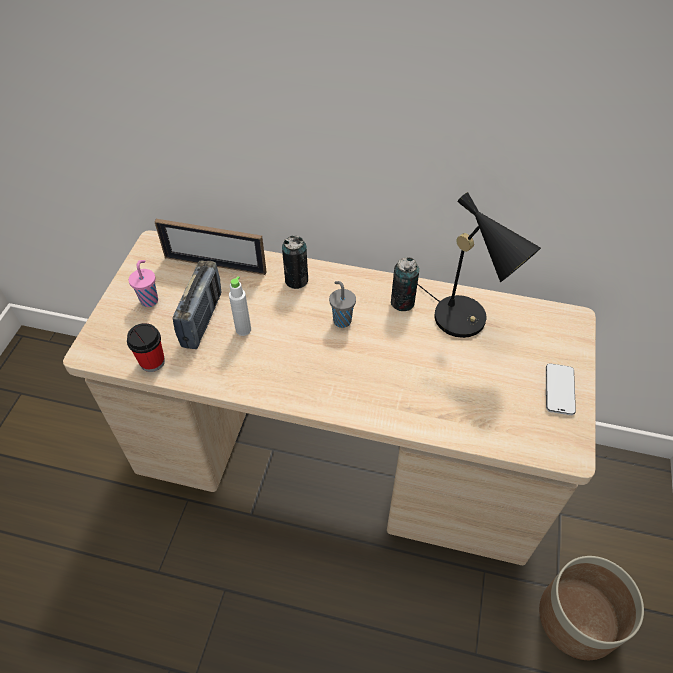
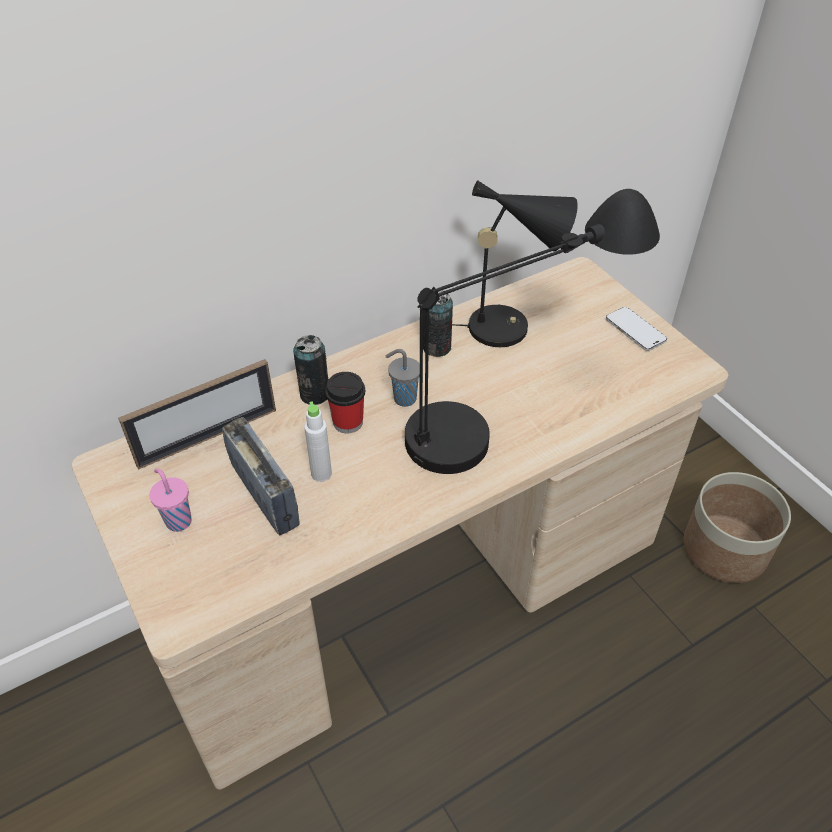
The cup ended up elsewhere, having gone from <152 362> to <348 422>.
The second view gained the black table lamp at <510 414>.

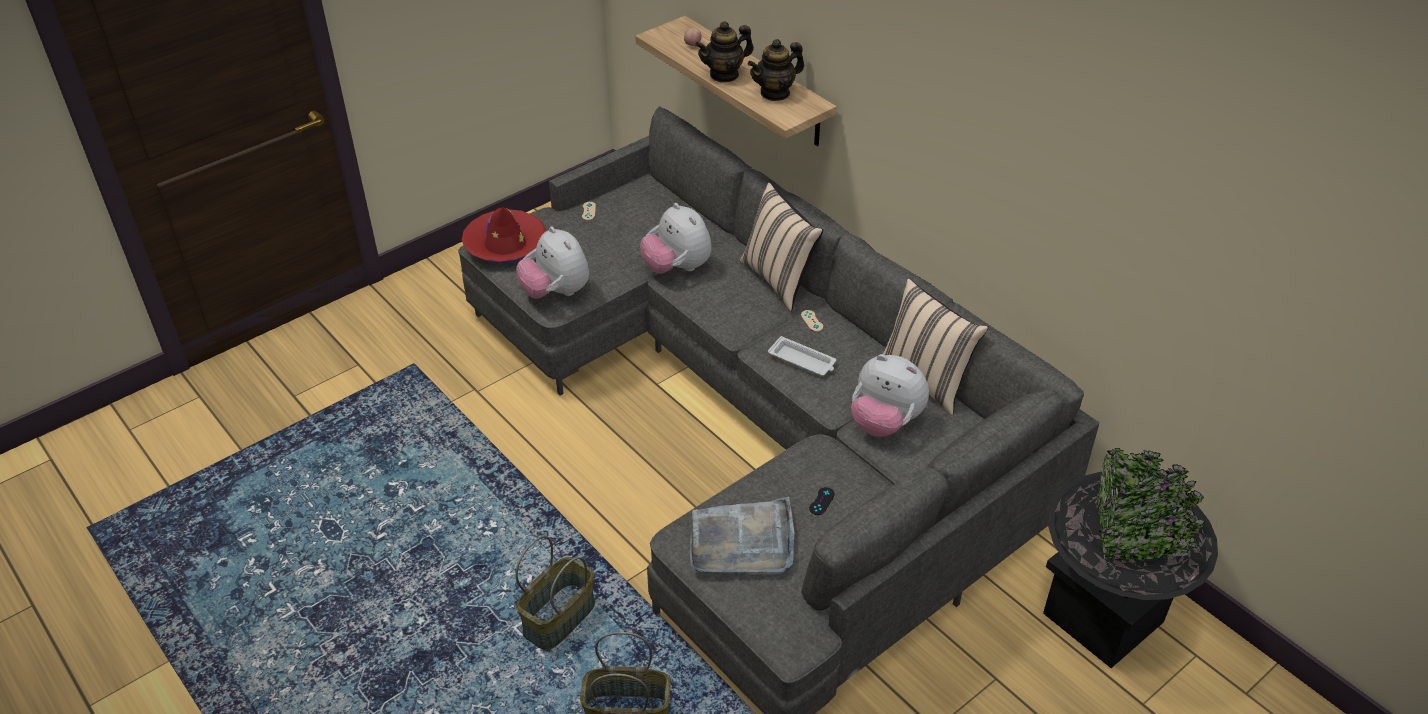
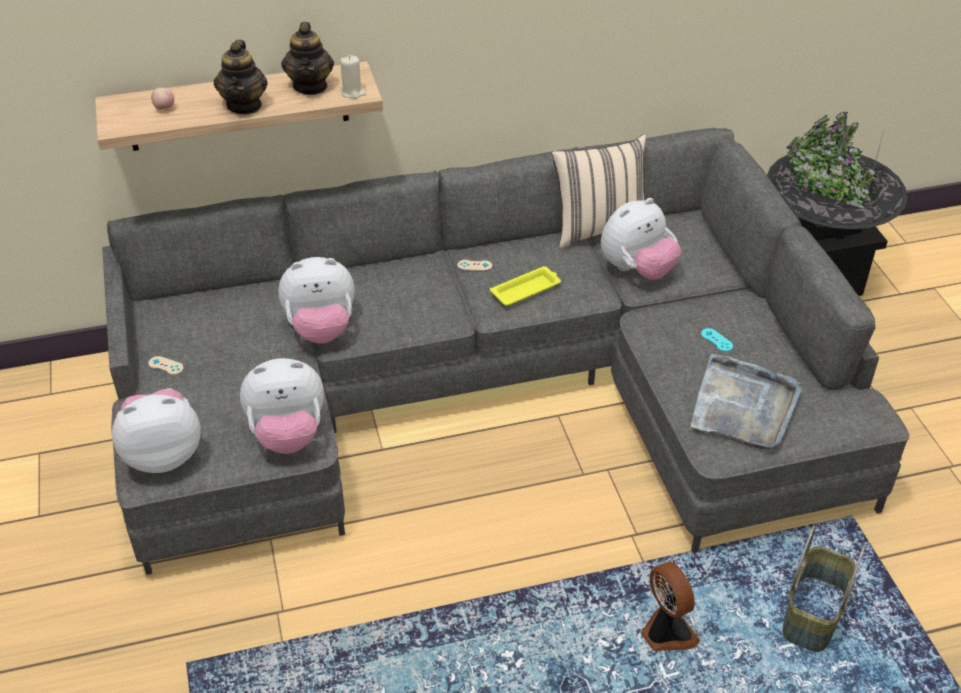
Where the red hat stood at <505 244>, the plush toy came to stand at <163 454>.
Where the basket stood at <558 617>, the fan came to stand at <666 633>.
The second view lost the beige pillow at <779 280>.
What was the white tray at <803 361> turned into the yellow tray at <526 289>.
What was the black game controller at <821 501> turned into the turquoise game controller at <716 340>.
The second view gained the beige candle at <352 92>.

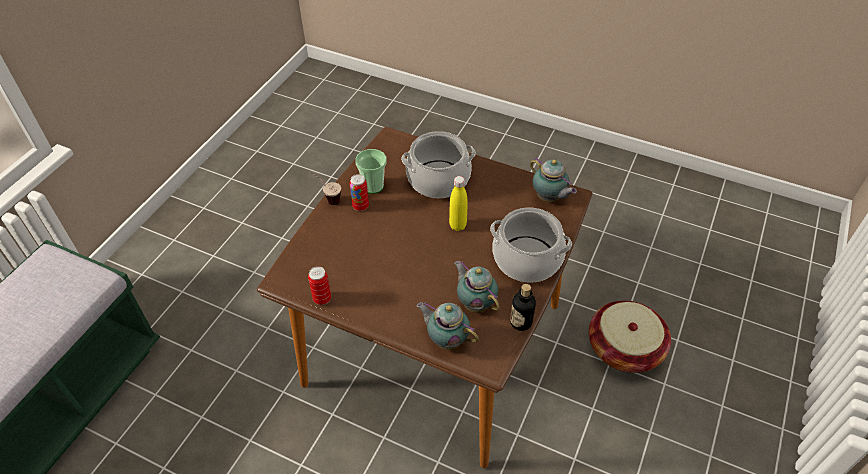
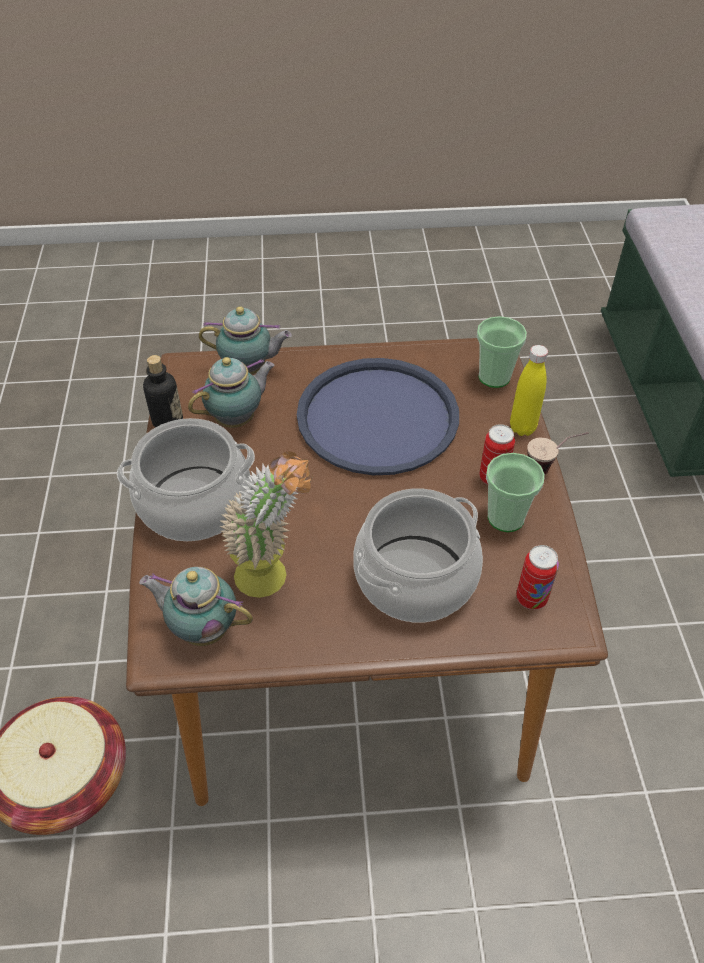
The can ended up elsewhere, having gone from <322 298> to <531 598>.
The yellow bottle ended up elsewhere, having gone from <457 225> to <522 428>.
The teapot at <475 303> ended up facing another way, 60 degrees counterclockwise from before.
The second view gained the potted plant at <274 579>.
The second view gained the blue tray at <378 417>.
The second view gained the cup at <494 377>.

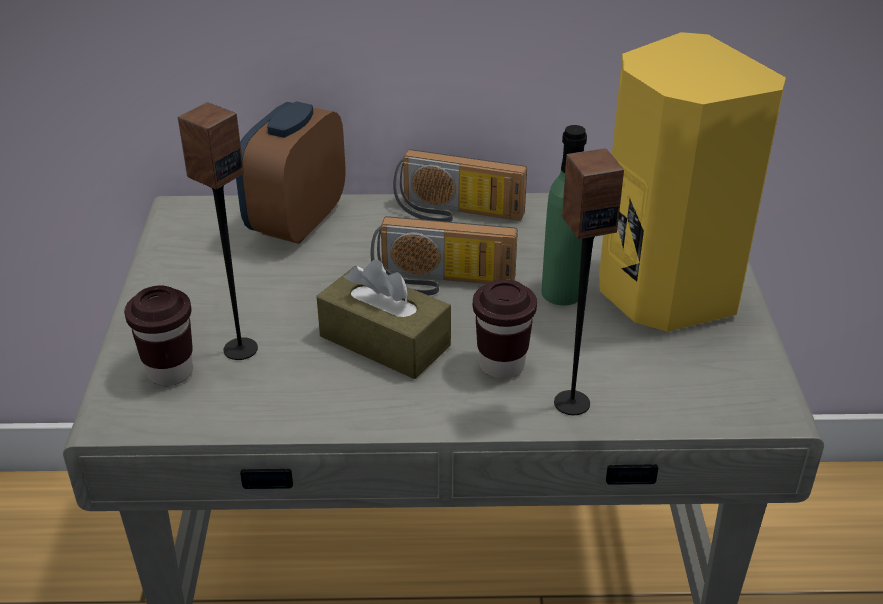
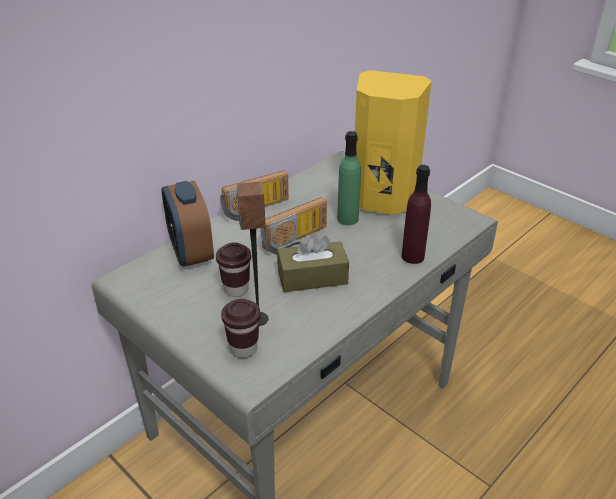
The brown cup ended up elsewhere, having gone from <502 365> to <236 289>.
Where the speaker stood at <571 402>, the purple bottle came to stand at <412 256>.

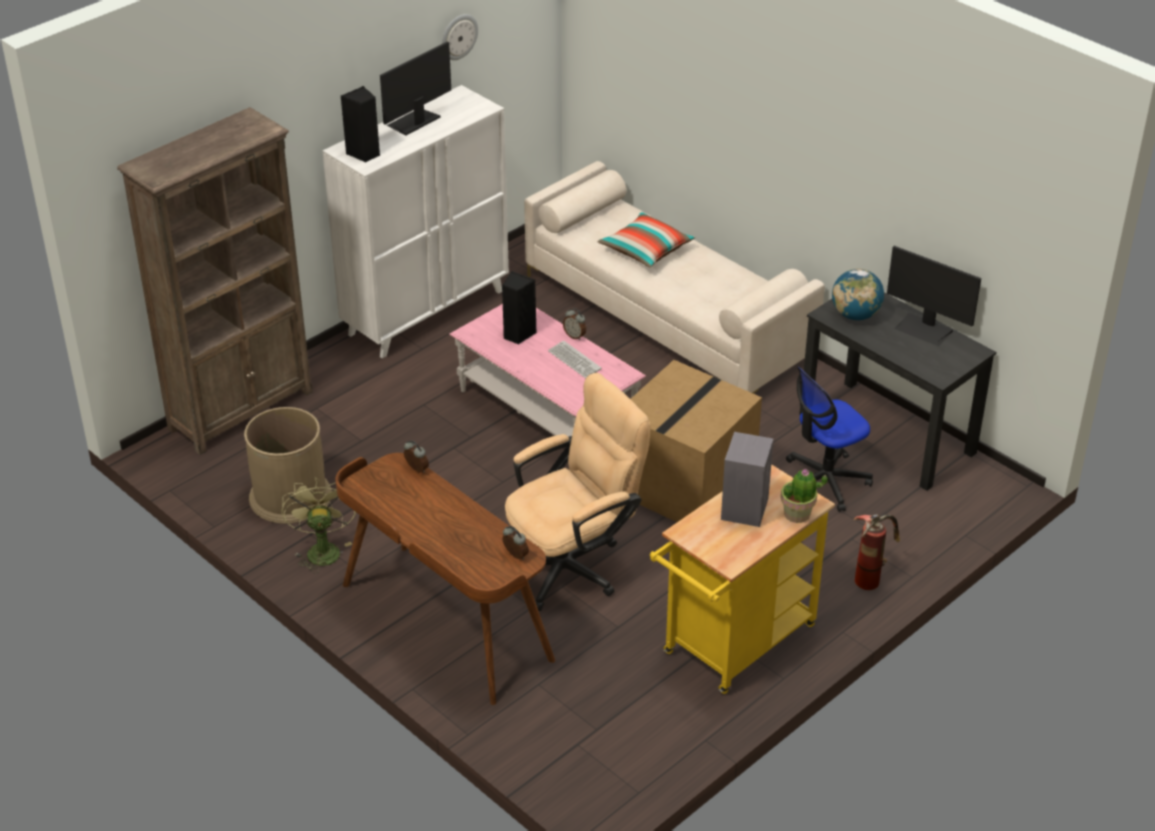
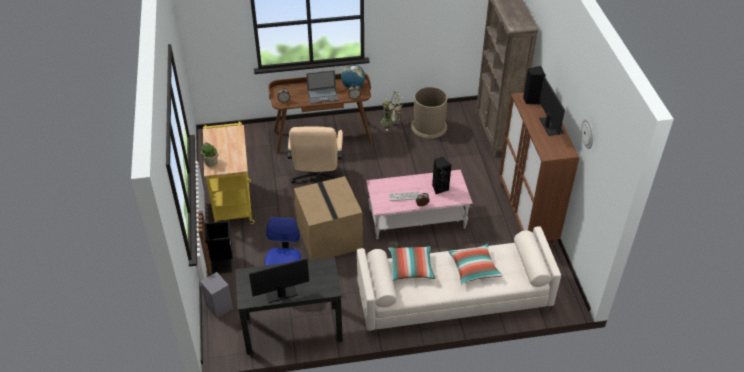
What was the white cabinet at <426 312> turned into the brown cabinet at <527 214>.
The grey speaker ended up elsewhere, having gone from <745 508> to <219 307>.
The globe ended up elsewhere, having gone from <855 315> to <353 86>.
Where the fire extinguisher stood at <871 575>, the black trash can came to stand at <221 262>.
The second view gained the laptop at <323 95>.
The second view gained the pillow at <411 268>.

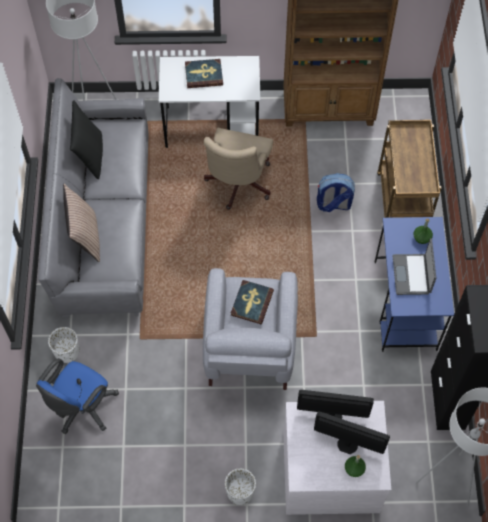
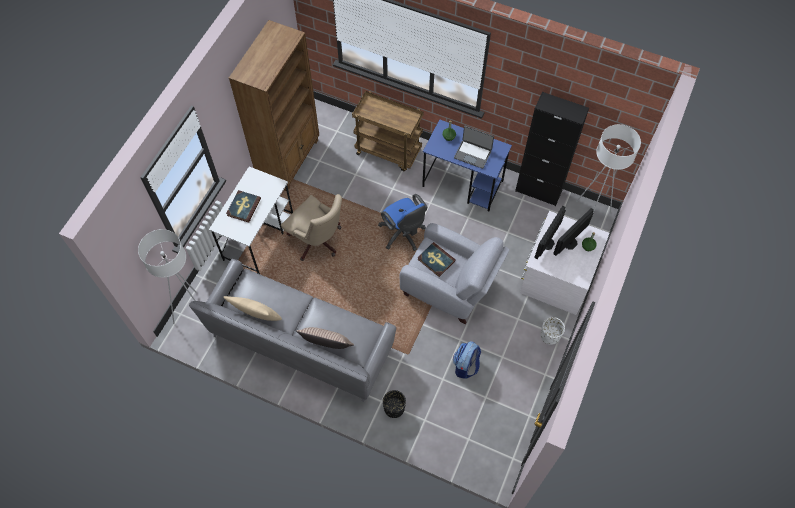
The blue office chair ended up elsewhere, having gone from <82 408> to <403 235>.
What was the white planter at <66 351> turned into the black planter at <394 408>.
What was the black pillow at <90 155> turned into the beige pillow at <257 316>.
The backpack ended up elsewhere, having gone from <333 204> to <465 366>.

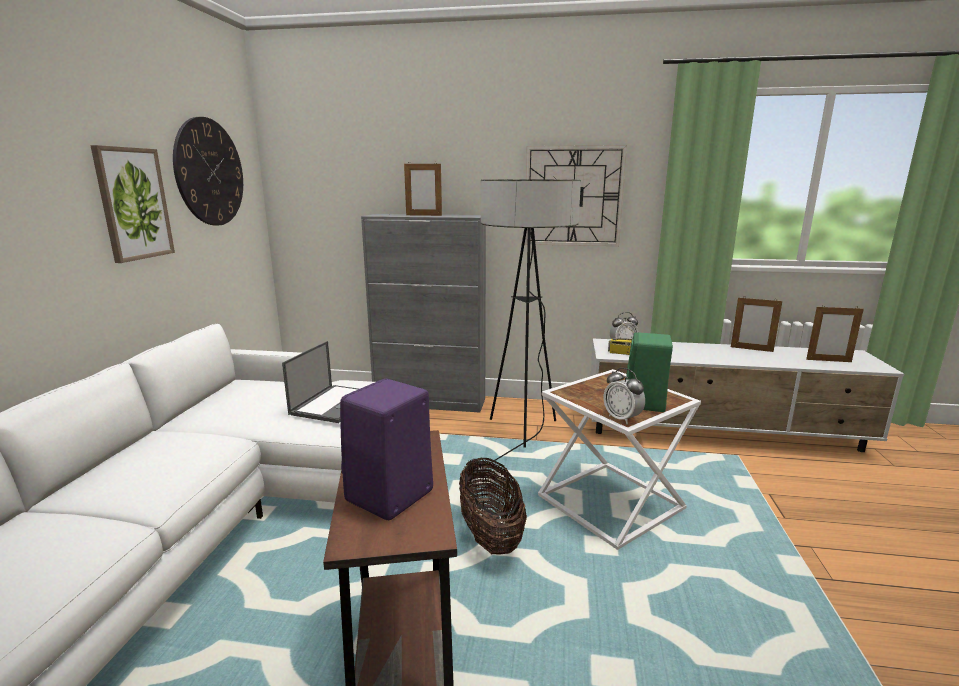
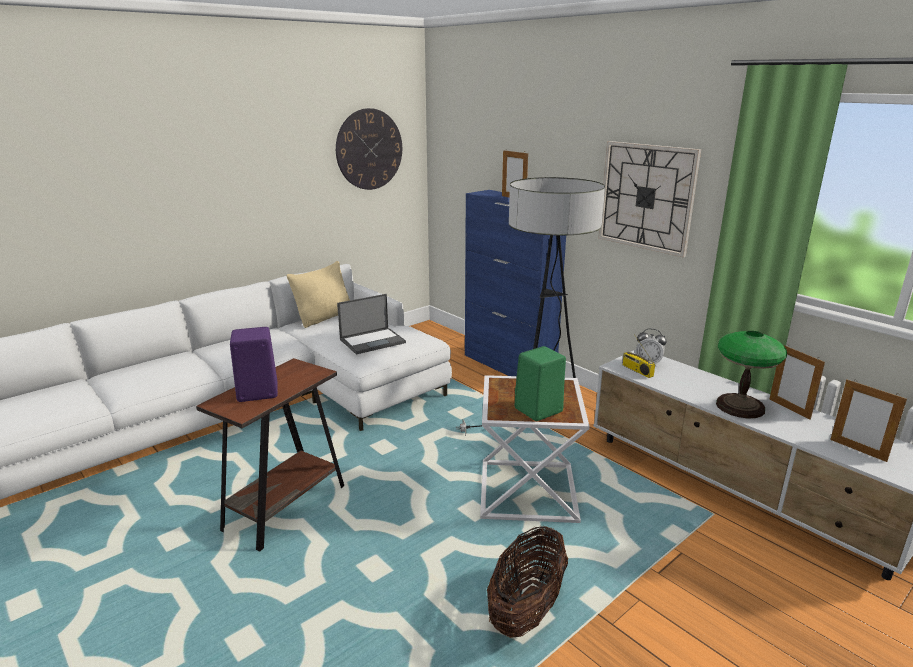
The second view lost the picture at <133 204>.
What was the grey cabinet at <430 402> turned into the blue cabinet at <509 366>.
The basket ended up elsewhere, having gone from <490 534> to <526 609>.
The second view lost the alarm clock at <622 418>.
The second view gained the beige pillow at <324 318>.
The second view gained the table lamp at <739 406>.

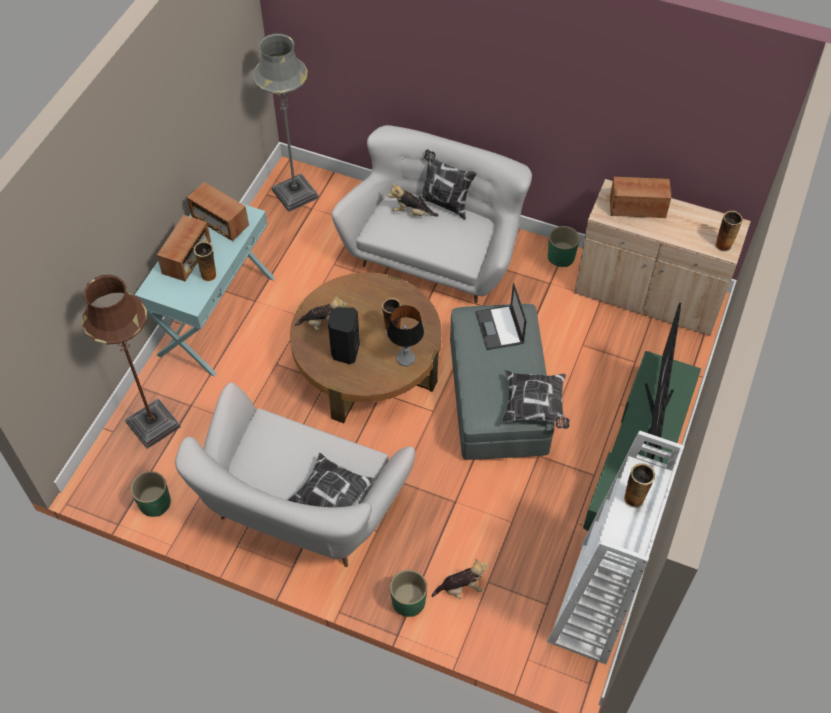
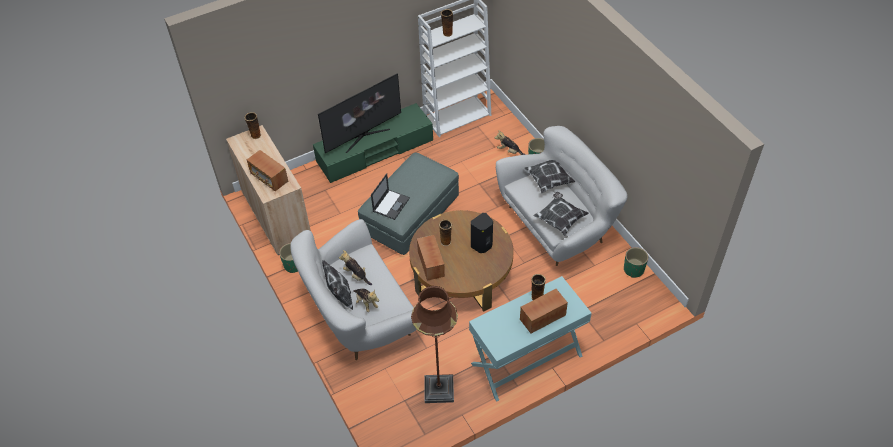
The brown floor lamp ended up elsewhere, having gone from <153 424> to <439 389>.
The radio ended up elsewhere, having gone from <220 222> to <431 264>.
The second view lost the grey floor lamp at <295 194>.
The plush toy ended up elsewhere, having gone from <323 325> to <356 275>.
The second view lost the table lamp at <405 358>.
The pillow ended up elsewhere, having gone from <535 407> to <560 219>.

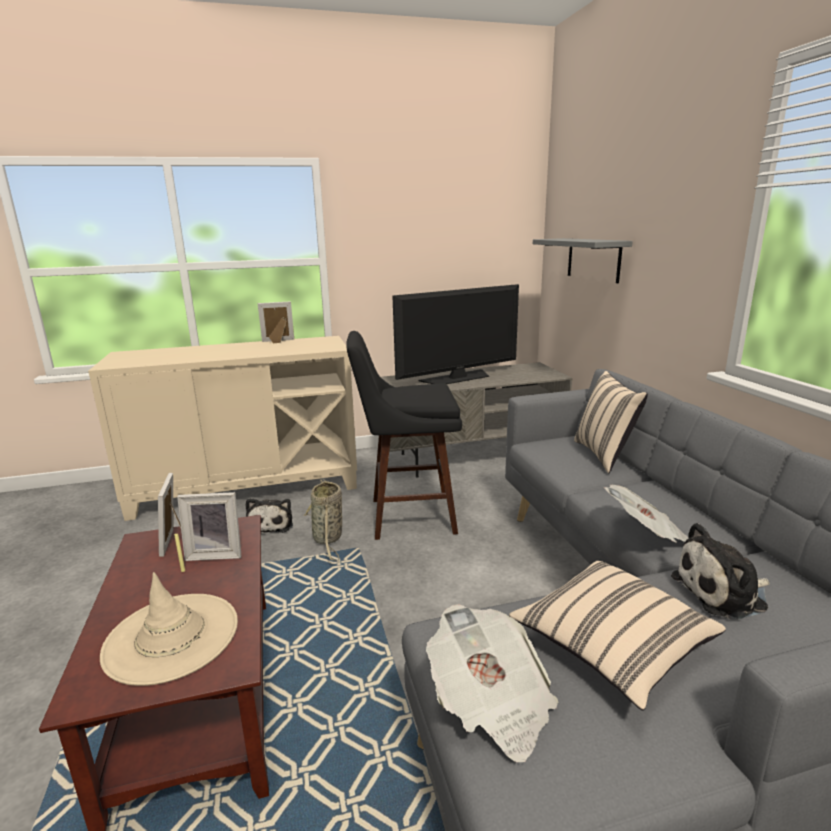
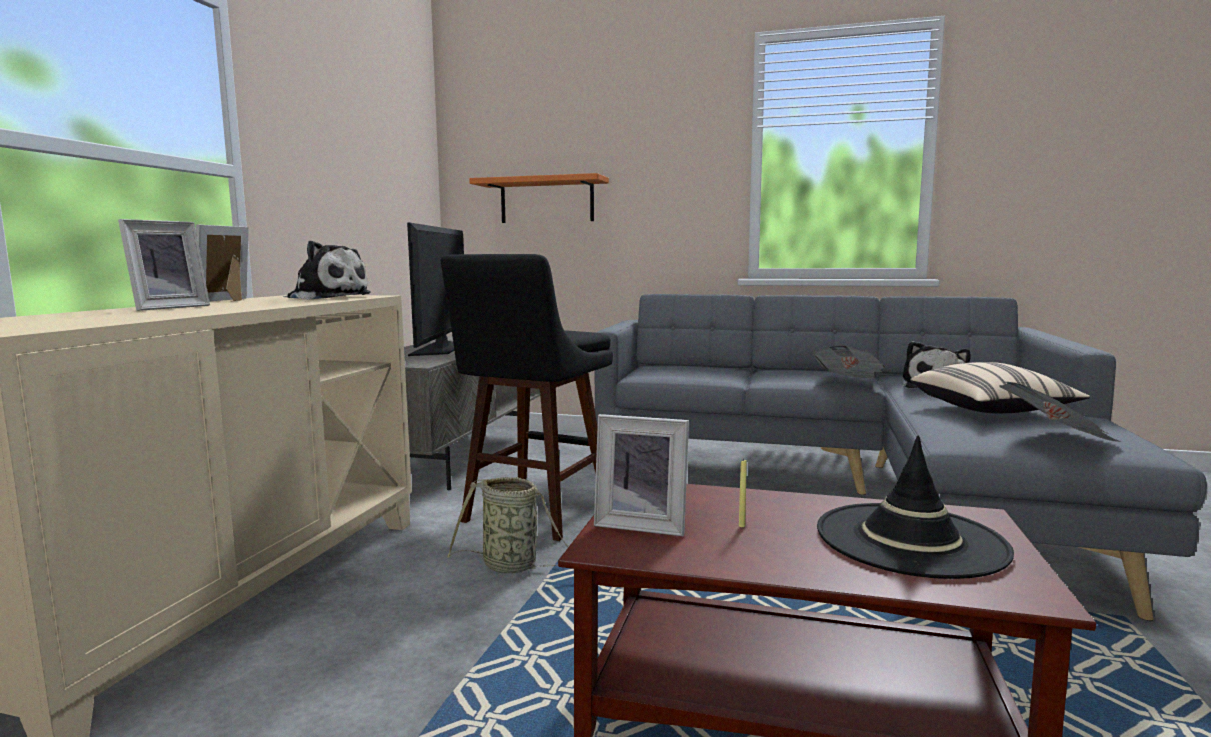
What was the beige hat at <172 637> turned into the black hat at <910 540>.
The picture frame ended up elsewhere, having gone from <216 553> to <166 307>.
The plush toy ended up elsewhere, having gone from <271 524> to <326 297>.
What was the grey shelf at <593 259> turned into the orange shelf at <547 201>.
The second view lost the beige pillow at <605 455>.

